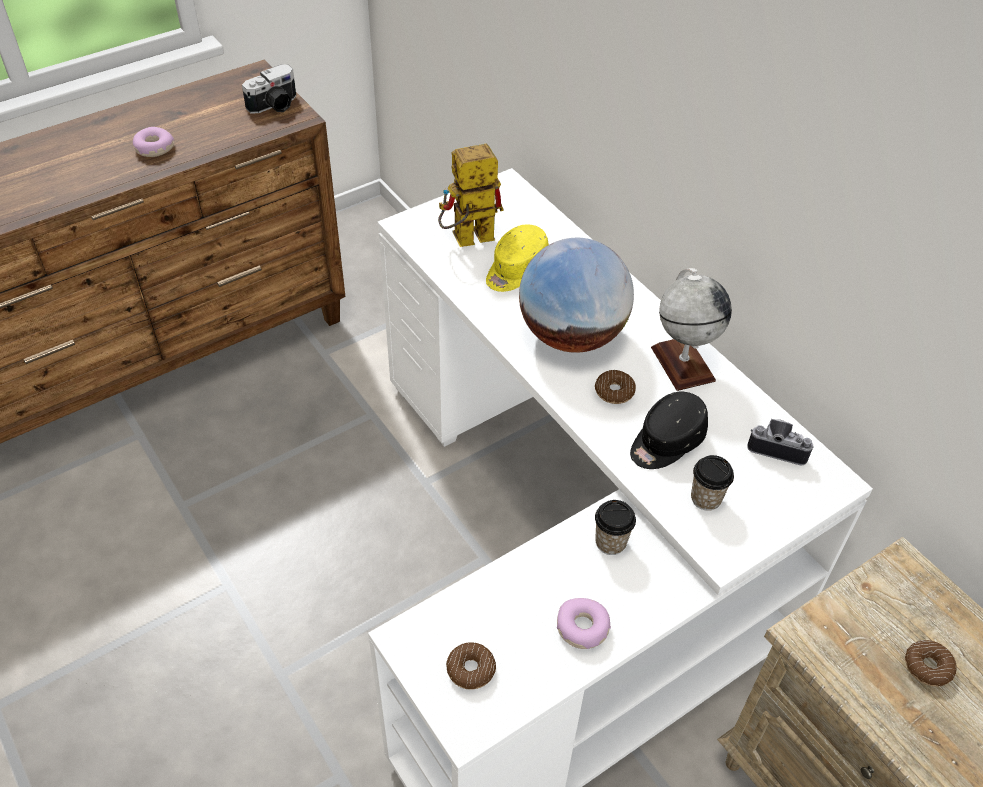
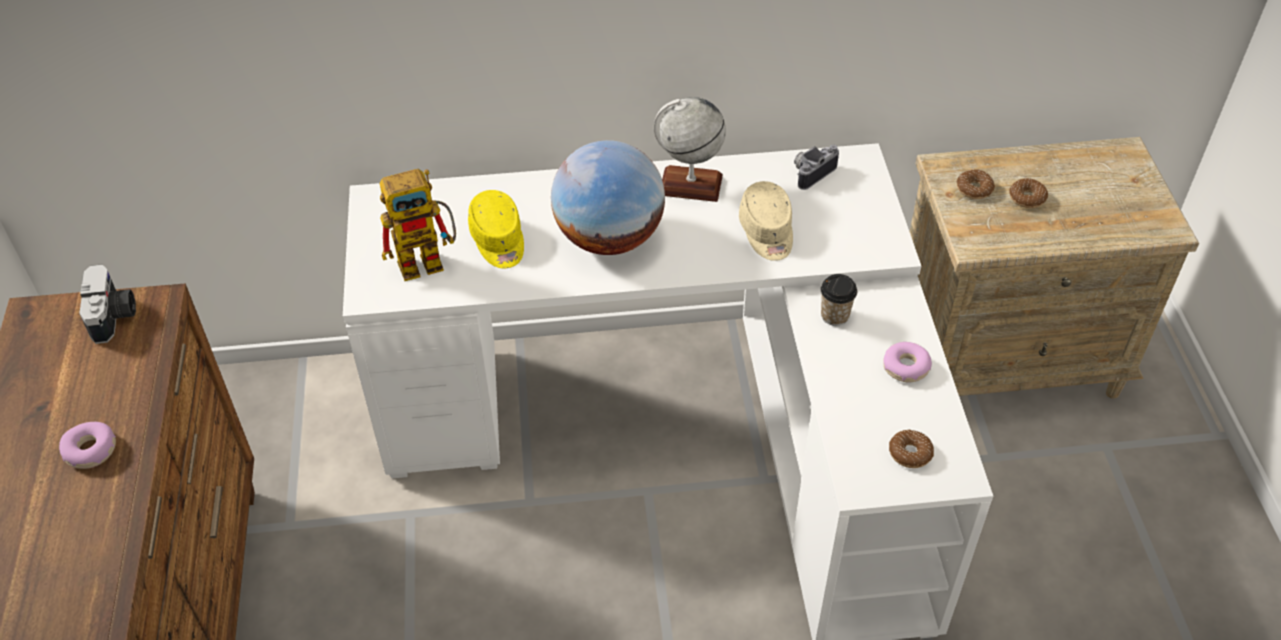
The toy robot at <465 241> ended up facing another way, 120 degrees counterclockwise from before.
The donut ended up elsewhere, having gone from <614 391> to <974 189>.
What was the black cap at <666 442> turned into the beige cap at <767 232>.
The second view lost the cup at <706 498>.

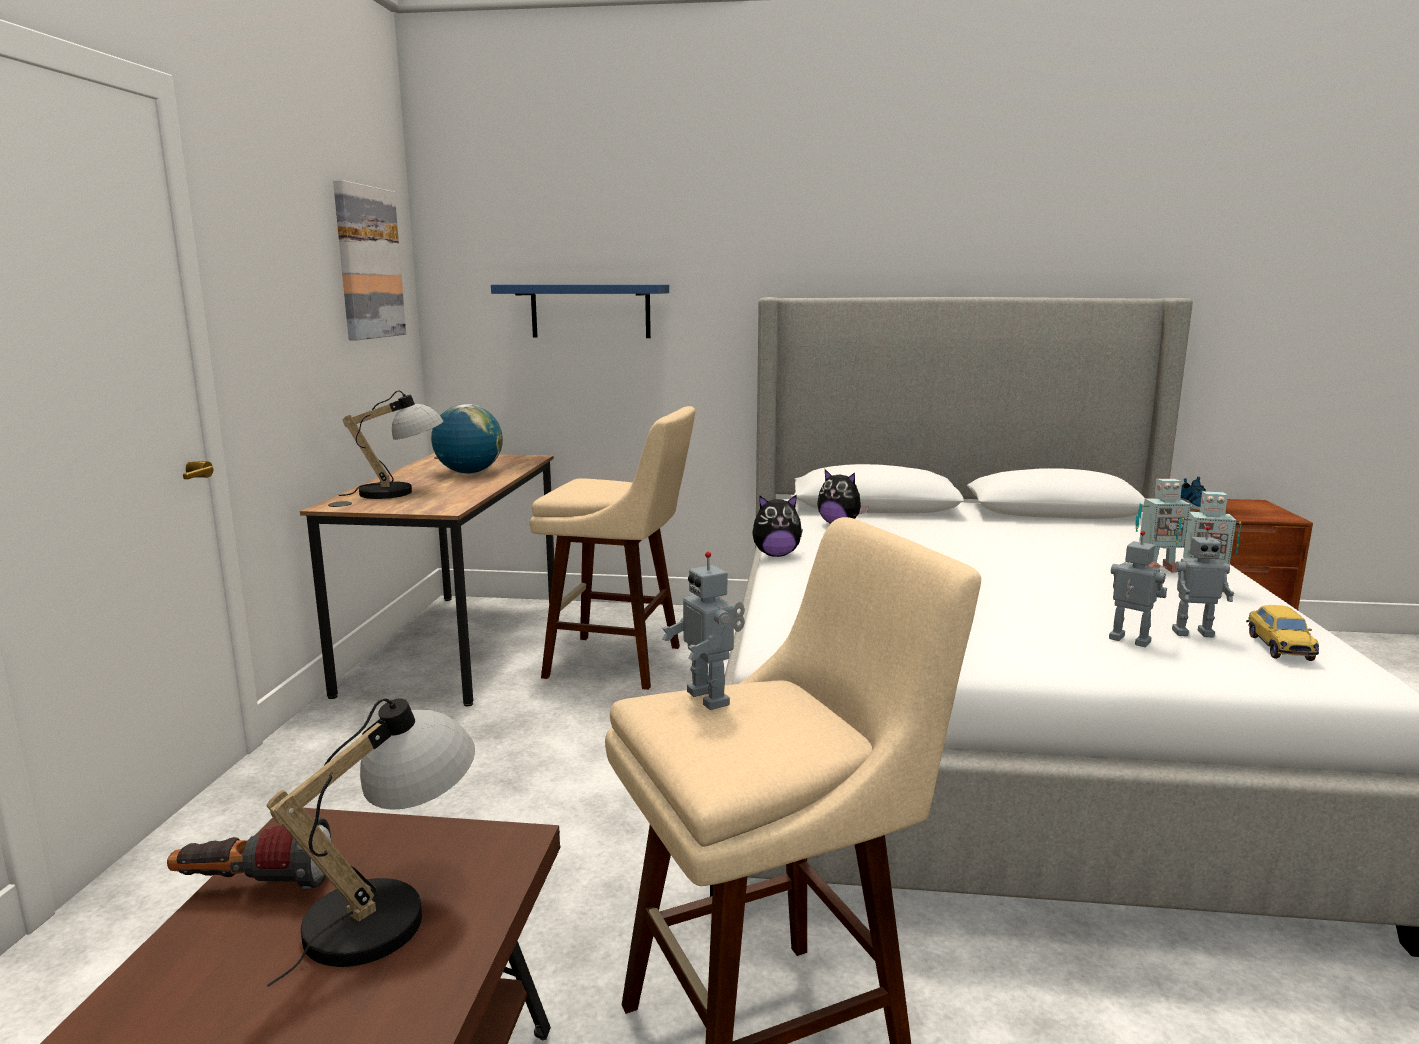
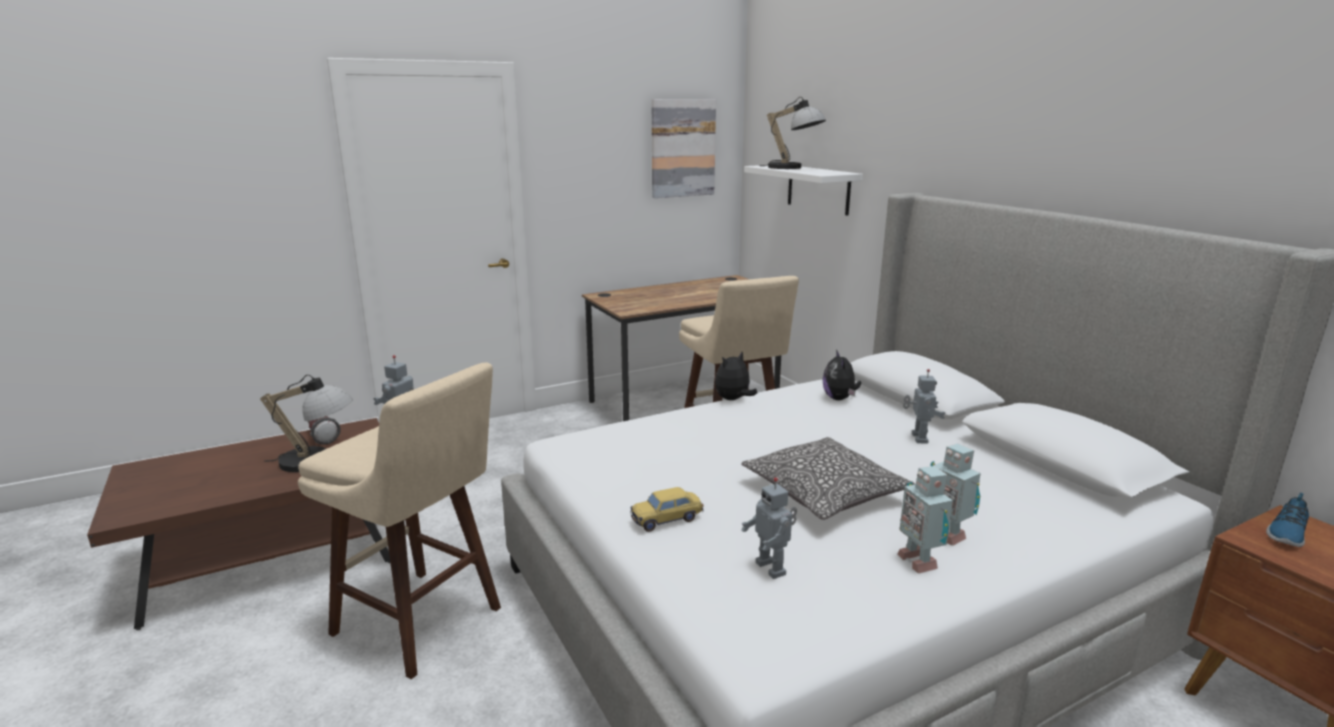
The table lamp ended up elsewhere, having gone from <401 492> to <793 168>.
The second view lost the globe at <469 473>.
What was the blue shelf at <590 311> turned into the white shelf at <818 189>.
The plush toy at <776 555> ended up facing another way, 90 degrees clockwise from before.
The toy robot ended up elsewhere, having gone from <1128 641> to <918 438>.
The toy car ended up elsewhere, having gone from <1278 647> to <667 519>.
The second view gained the pillow at <824 492>.

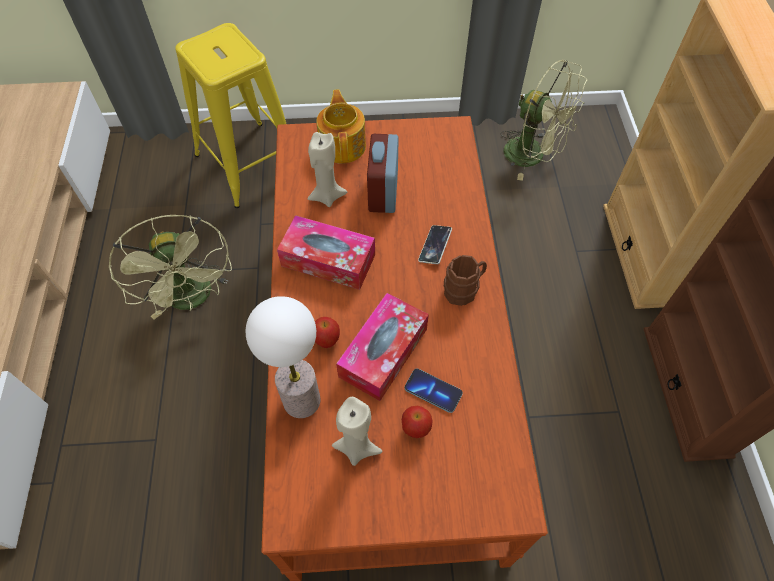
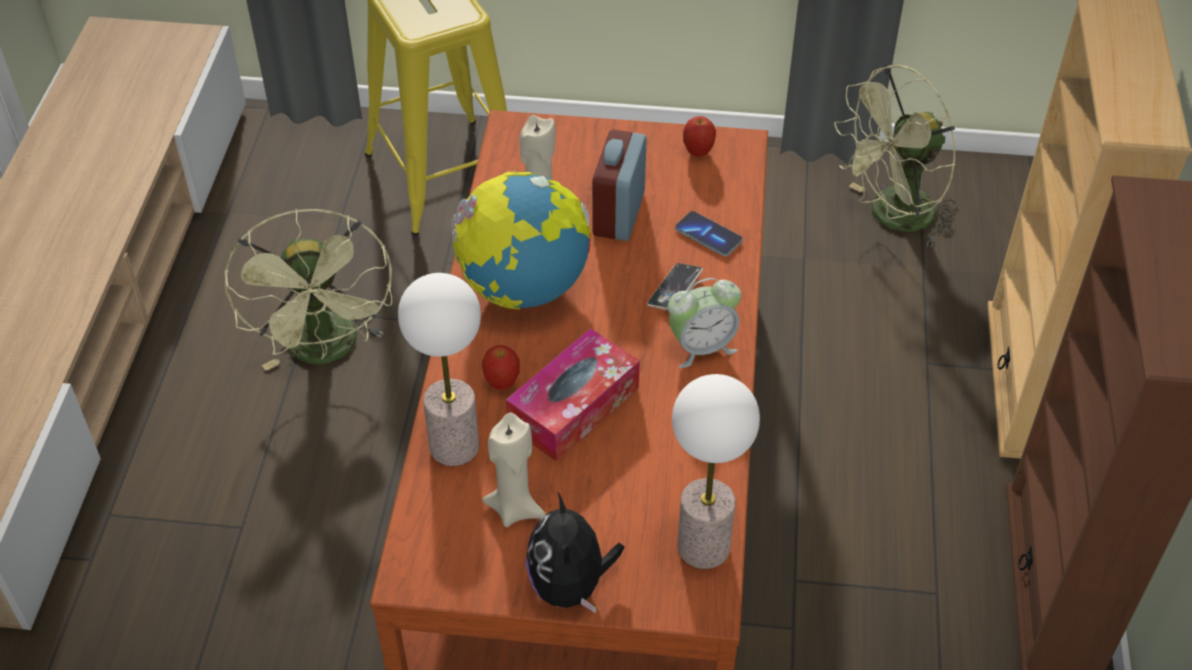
Where the tissue box stood at <328 260>, the globe came to stand at <524 288>.
The second view lost the teapot at <343 145>.
The apple ended up elsewhere, having gone from <416 429> to <698 152>.
The phone ended up elsewhere, having gone from <433 391> to <708 235>.
Where the brown mug stood at <464 289>, the alarm clock came to stand at <702 347>.
The green fan at <533 156> ended up facing another way, 105 degrees clockwise from before.
The second view gained the plush toy at <570 586>.
The second view gained the table lamp at <704 546>.

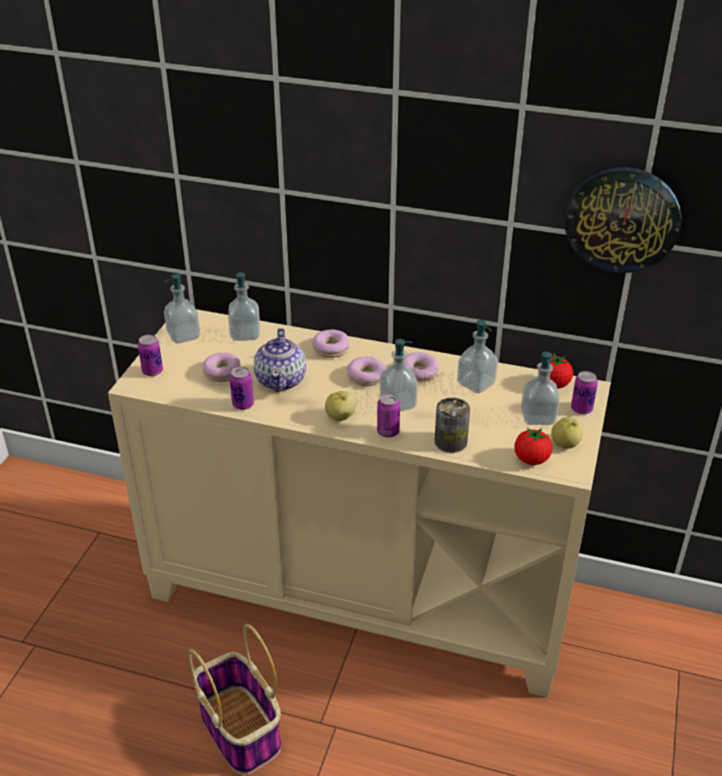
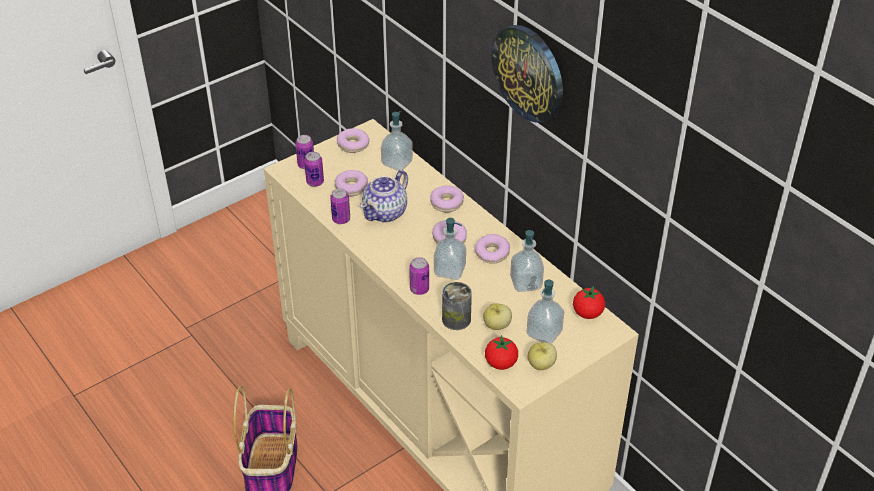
Where the soap dispenser stood at <183 335>, the donut came to stand at <353 145>.
The apple ended up elsewhere, having gone from <340 417> to <496 326>.
The wall clock ended up elsewhere, having gone from <622 219> to <529 73>.
The can ended up elsewhere, having gone from <581 409> to <315 182>.

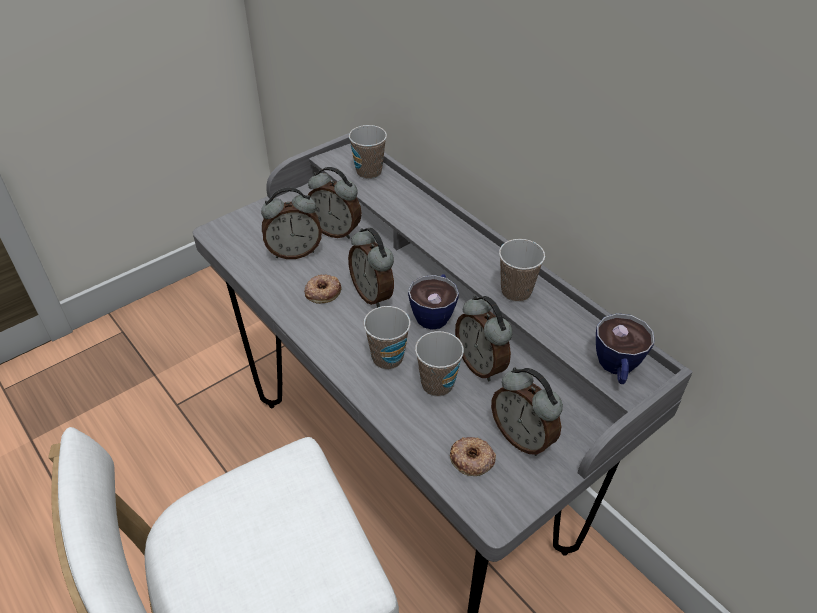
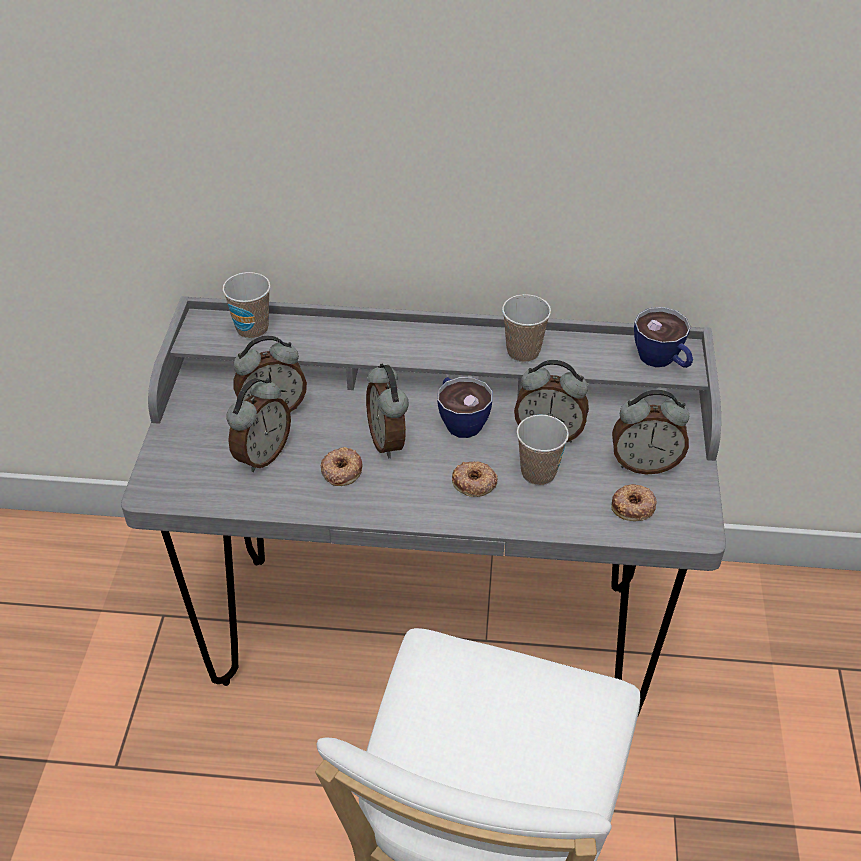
The alarm clock at <373 294> ended up facing another way, 60 degrees clockwise from before.
Where the cup stood at <387 358>, the donut came to stand at <474 483>.

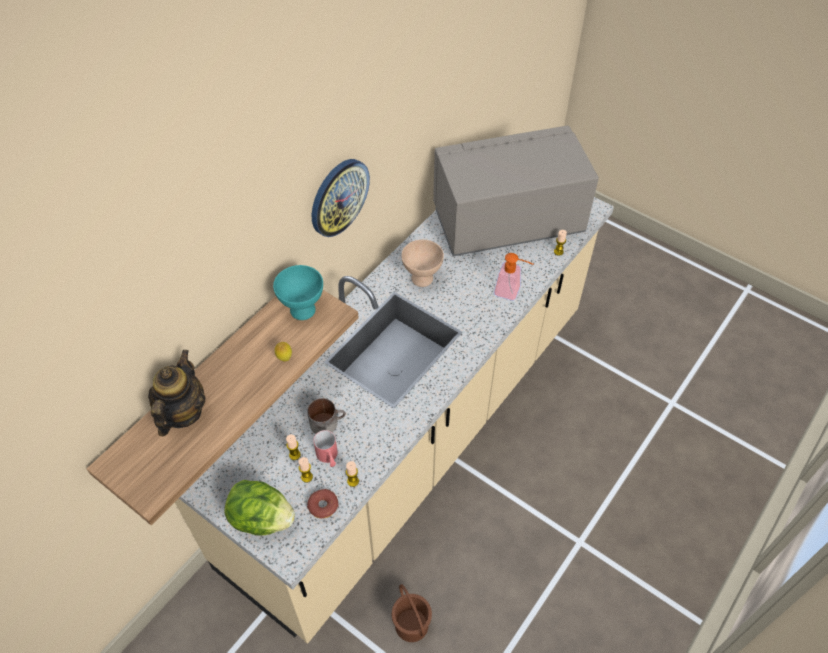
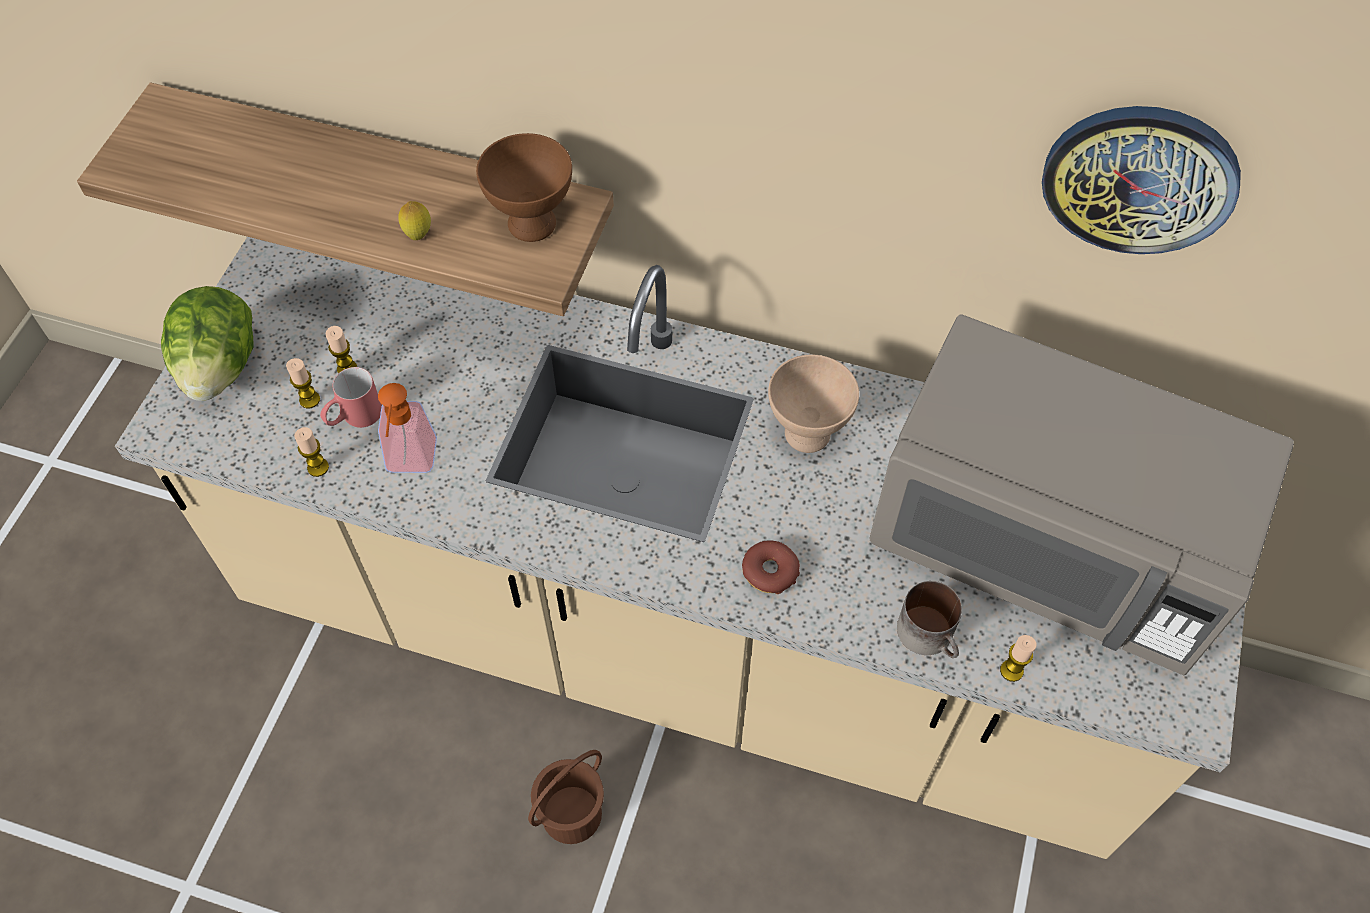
The second view lost the teapot at <182 412>.
What was the turquoise bowl at <302 311> turned into the brown bowl at <530 224>.
The mug ended up elsewhere, having gone from <327 422> to <931 635>.
The donut ended up elsewhere, having gone from <323 506> to <769 571>.
The wall clock ended up elsewhere, having gone from <338 197> to <1139 178>.
The brown bucket ended up elsewhere, having gone from <412 624> to <573 814>.
The grey microwave at <507 221> ended up facing another way, 150 degrees clockwise from before.
The soap dispenser ended up elsewhere, having gone from <511 292> to <410 464>.

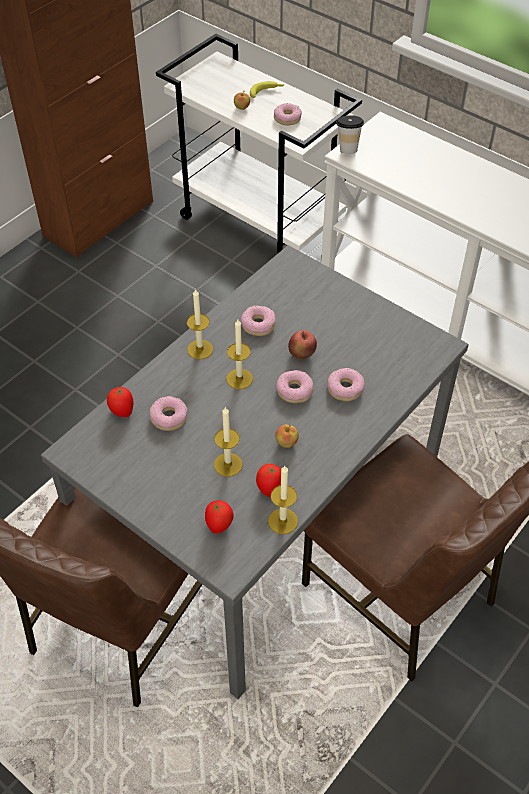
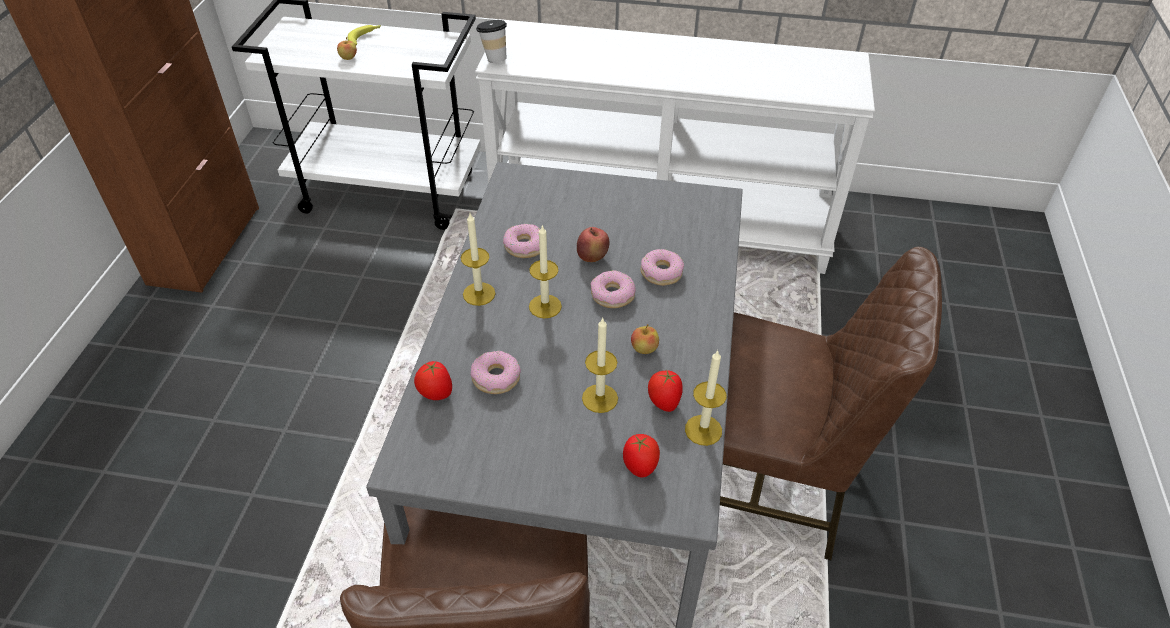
The second view lost the donut at <287 118>.

